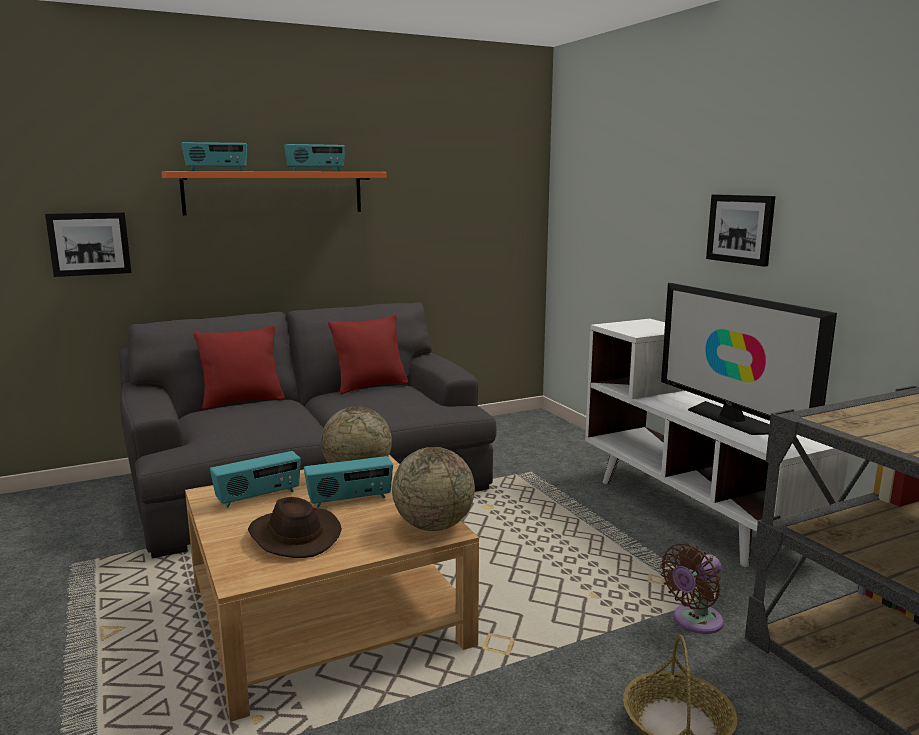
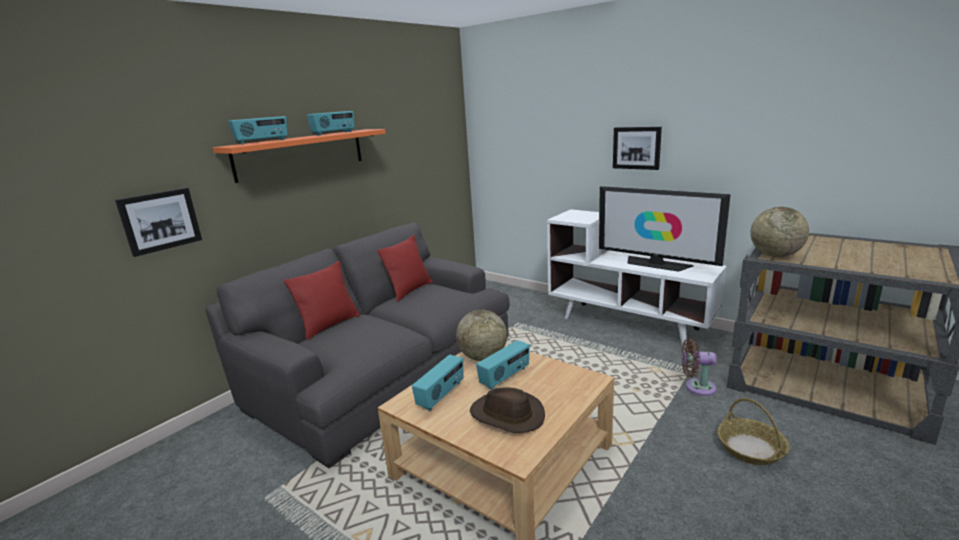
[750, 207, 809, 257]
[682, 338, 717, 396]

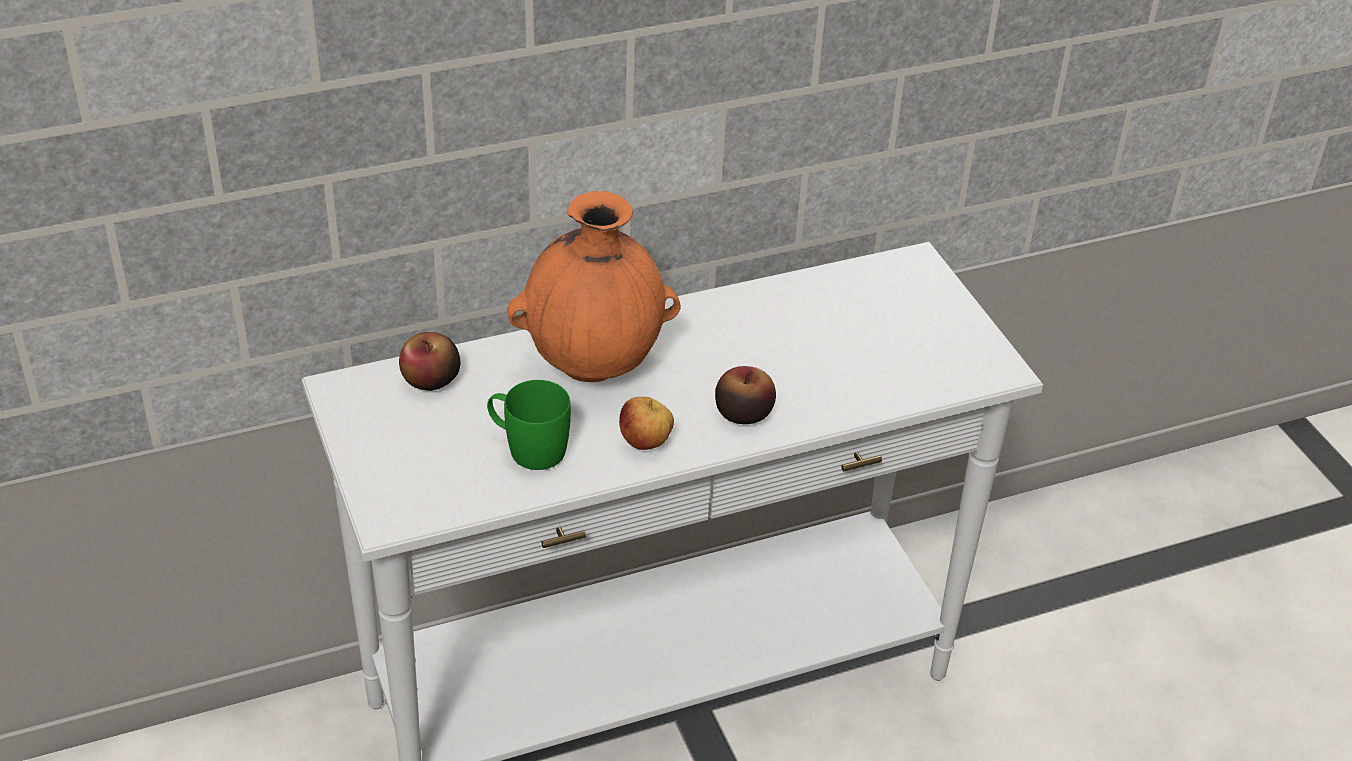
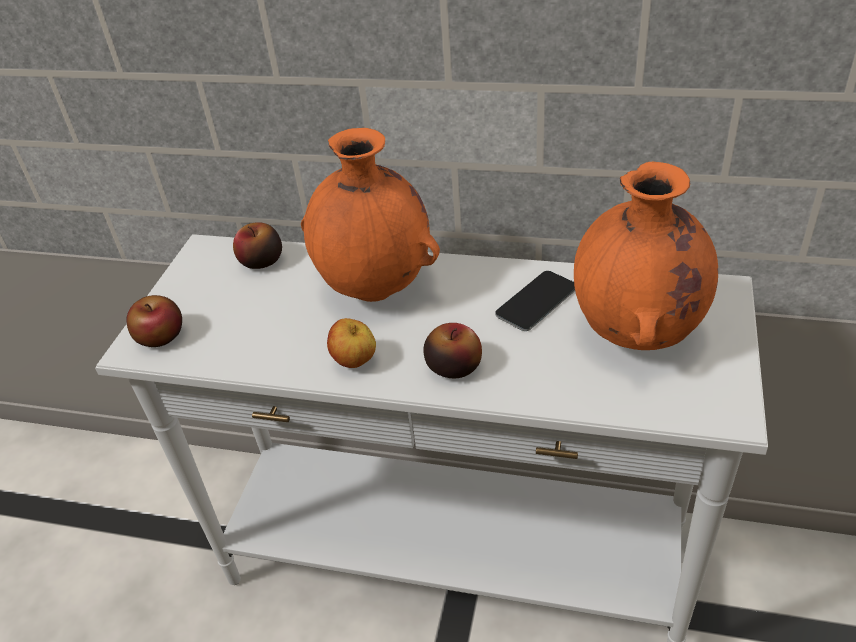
[487, 380, 571, 470] (first image)
[126, 295, 182, 347]
[495, 271, 575, 331]
[574, 162, 718, 350]

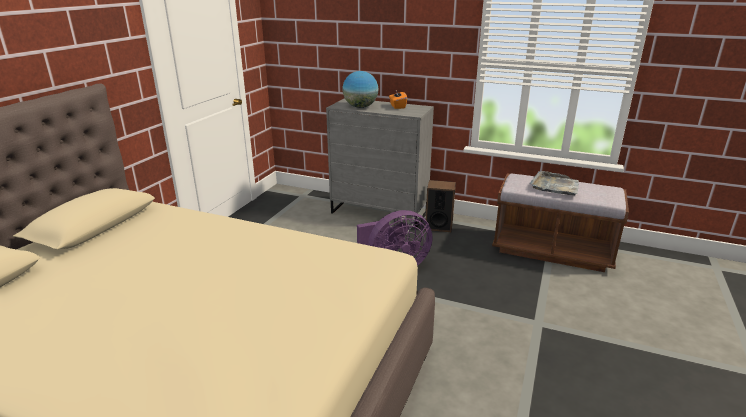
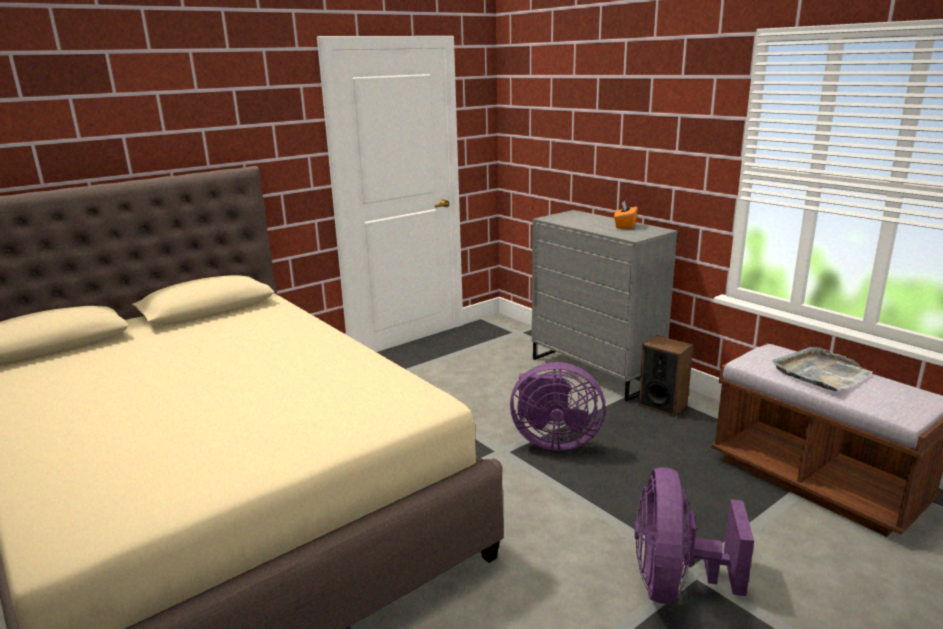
[343, 71, 378, 108] (first image)
[634, 467, 754, 604]

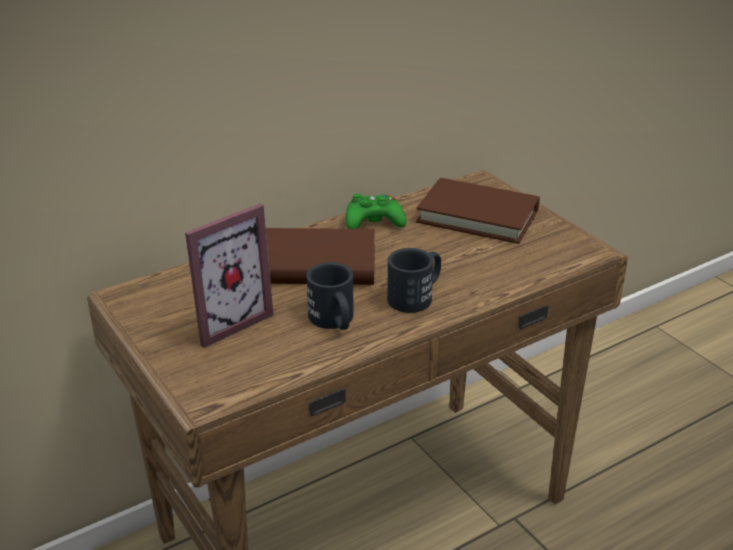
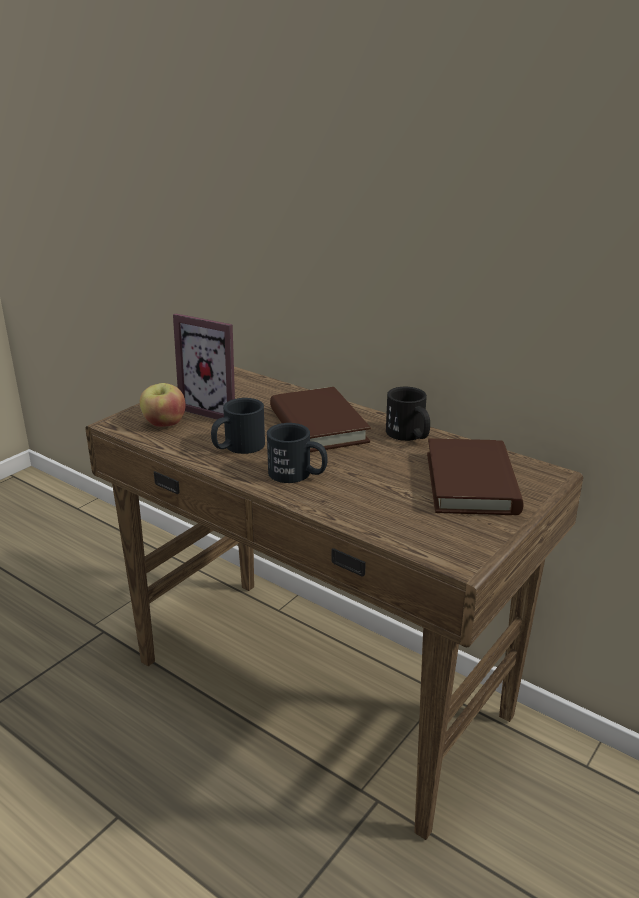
[140, 383, 186, 427]
[386, 387, 430, 441]

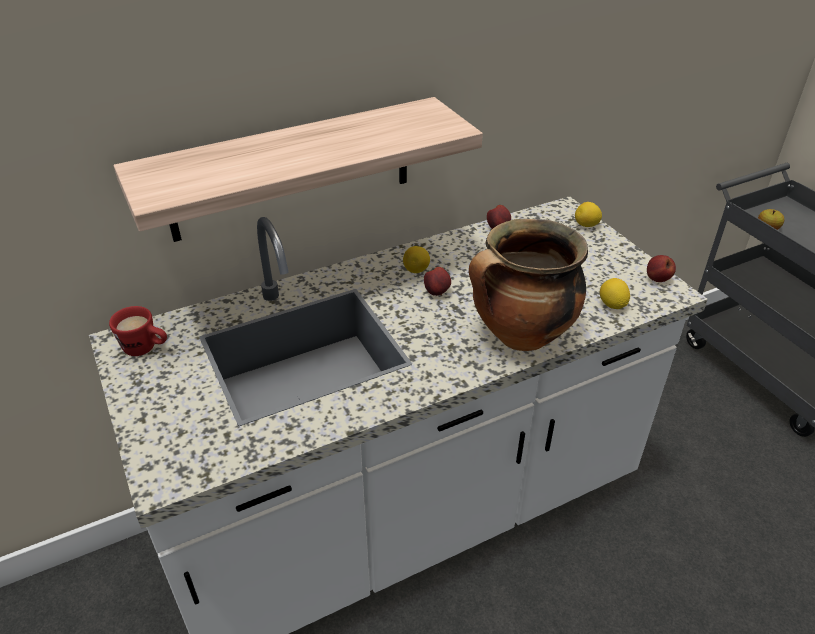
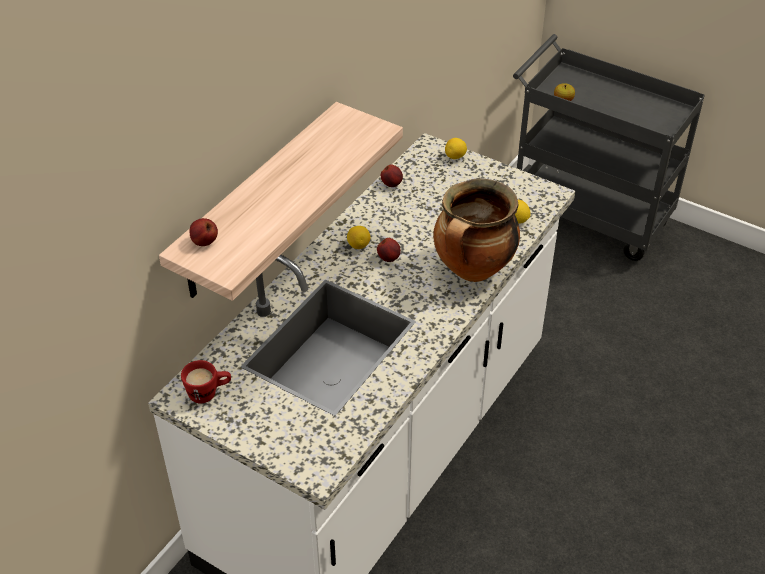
[189, 218, 218, 246]

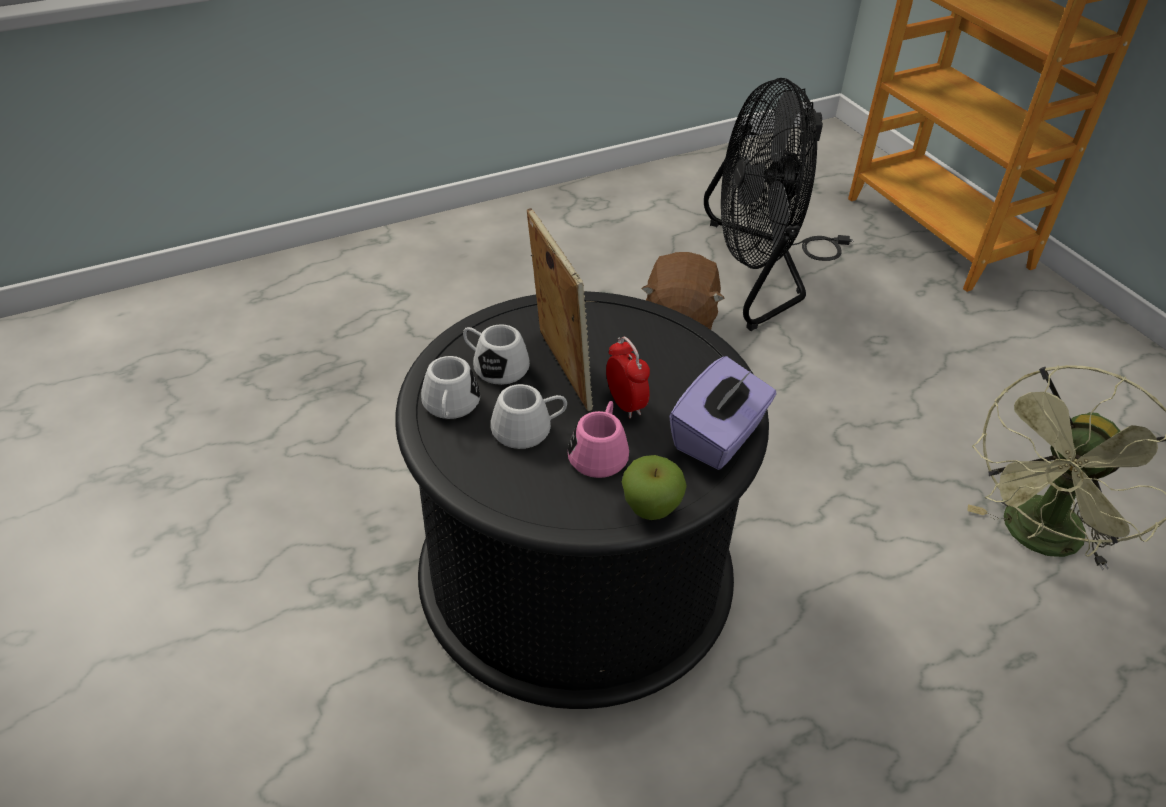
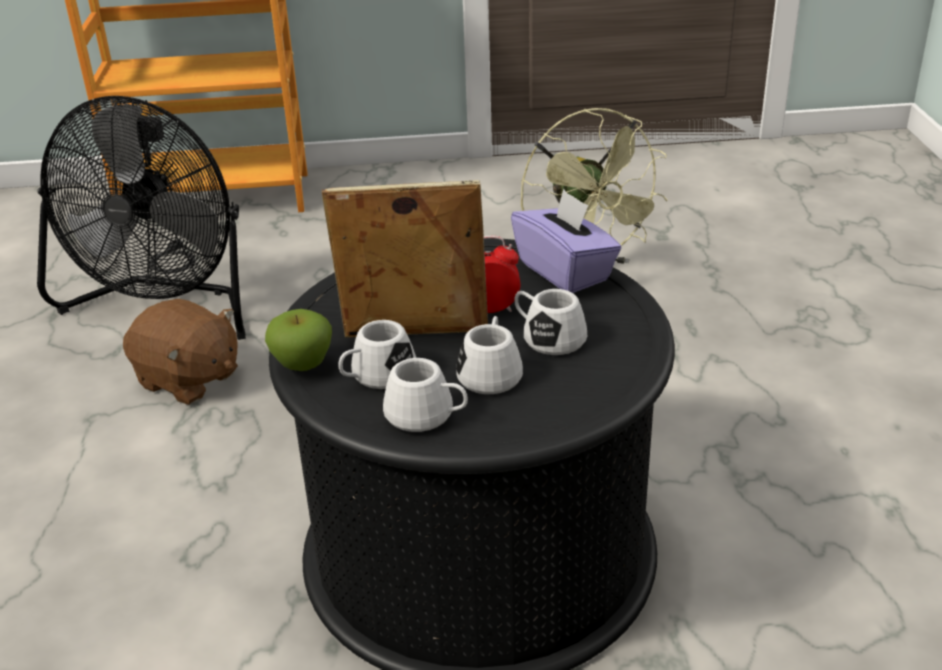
[265, 309, 332, 371]
[514, 289, 587, 355]

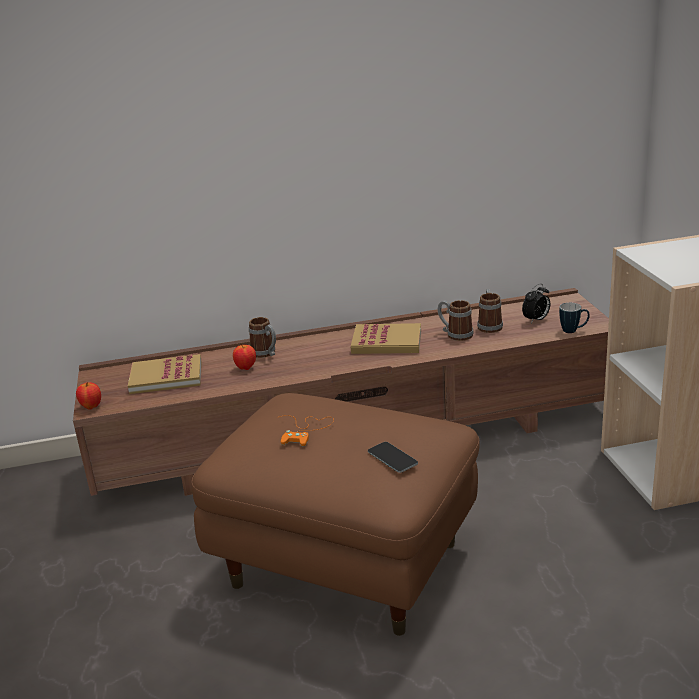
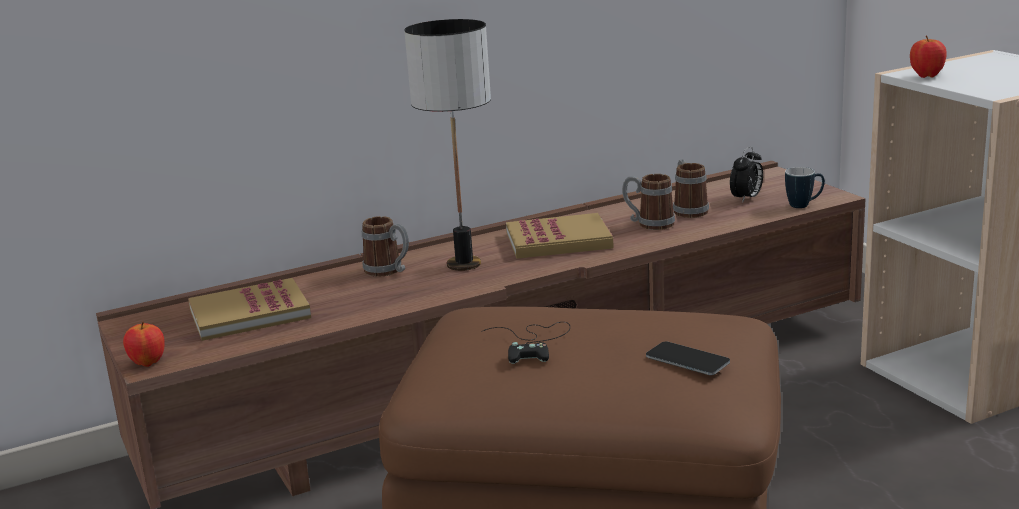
[404, 19, 491, 271]
[910, 35, 947, 78]
[481, 322, 570, 364]

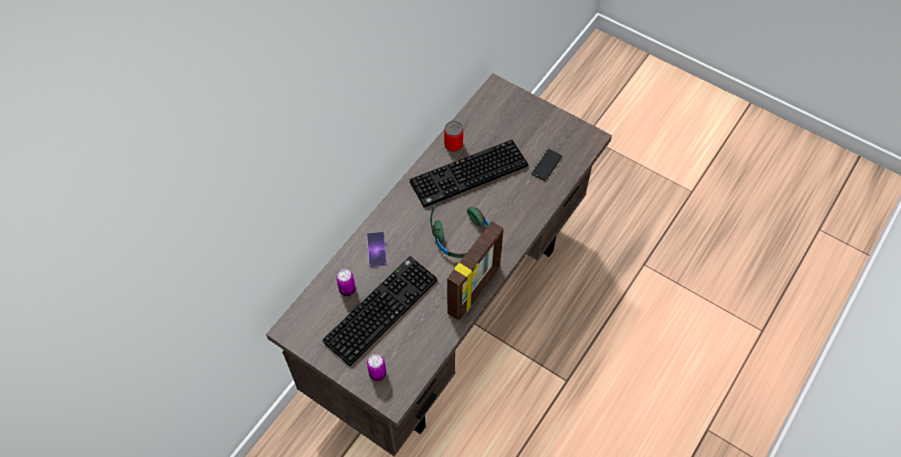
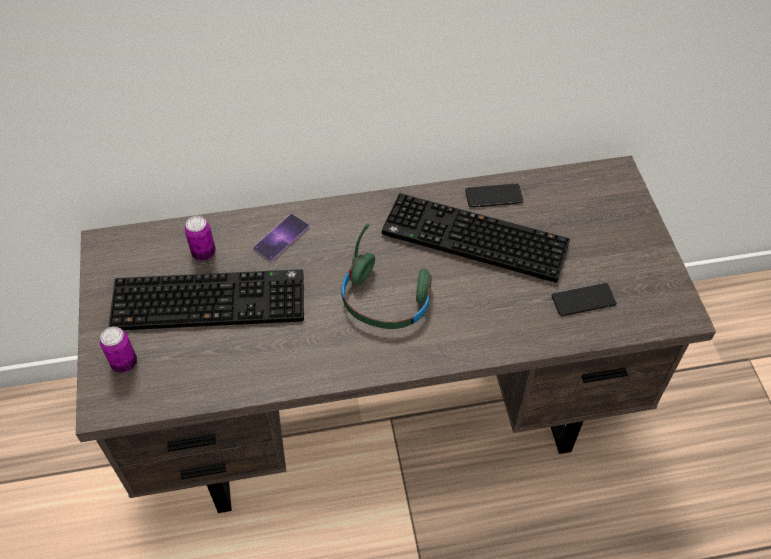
[447, 221, 504, 320] (first image)
[465, 184, 523, 208]

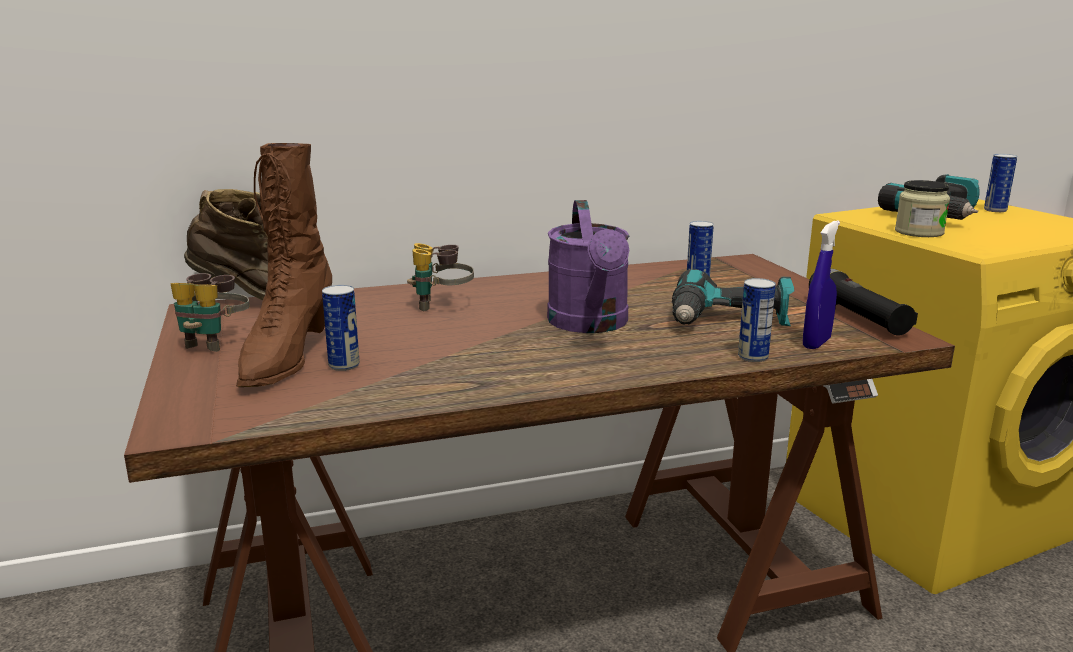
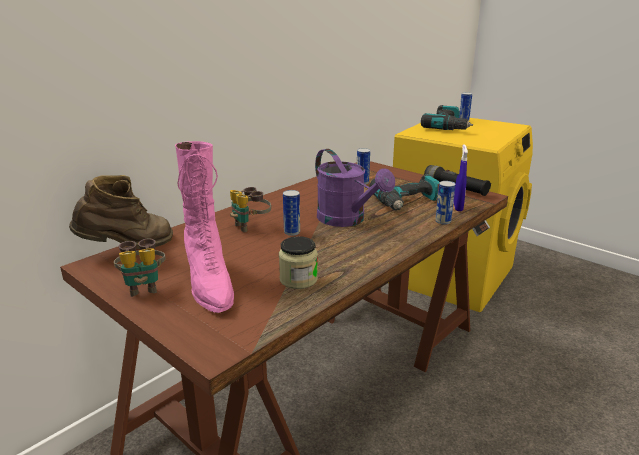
[283, 190, 300, 236]
[279, 236, 318, 289]
[175, 141, 234, 313]

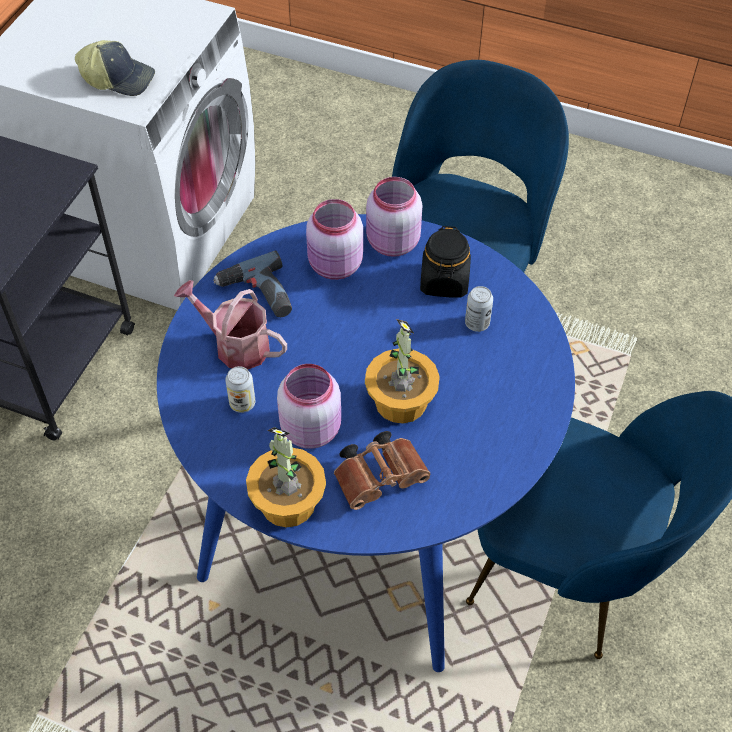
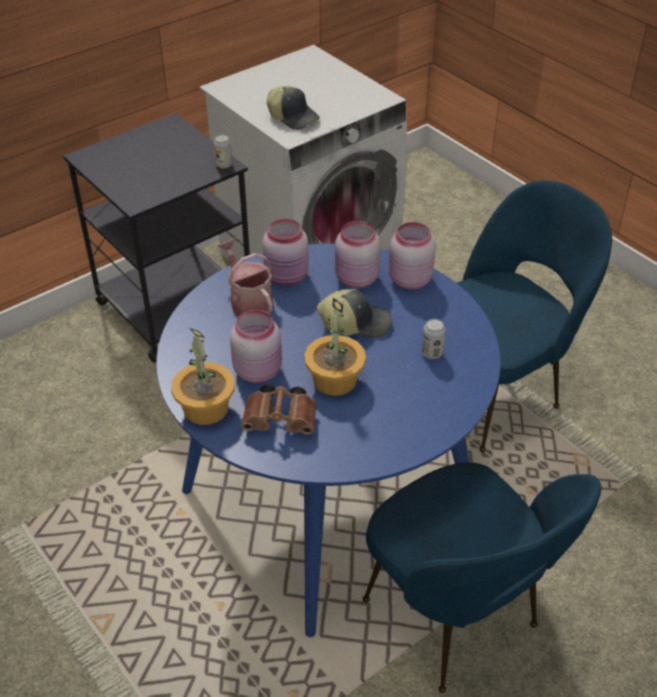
[420, 226, 471, 298] (first image)
[317, 289, 392, 338]
[214, 135, 232, 169]
[262, 219, 309, 286]

